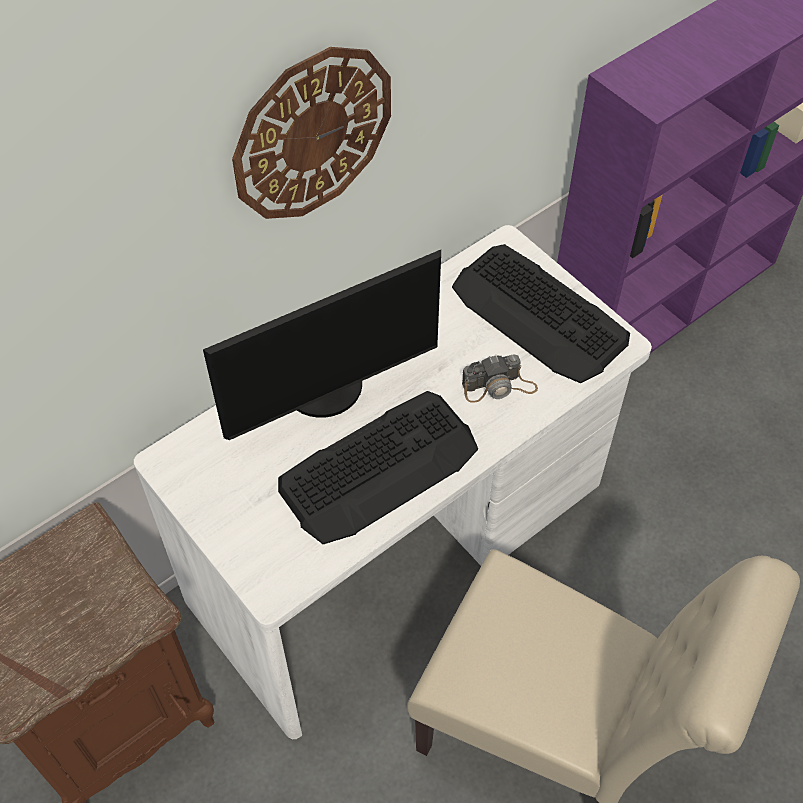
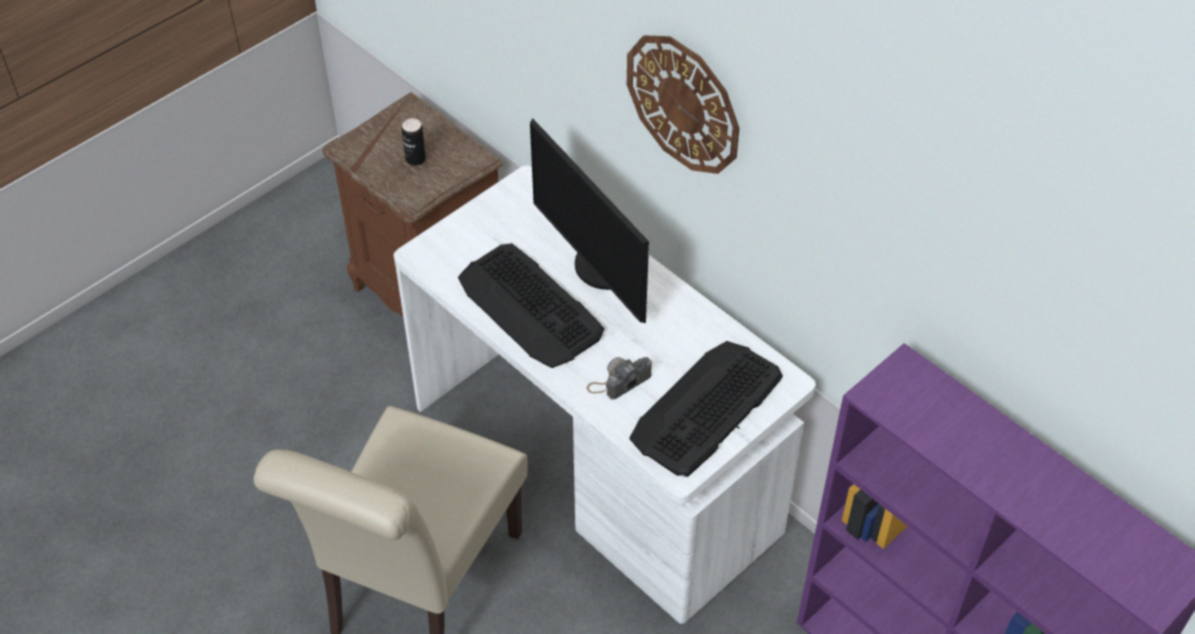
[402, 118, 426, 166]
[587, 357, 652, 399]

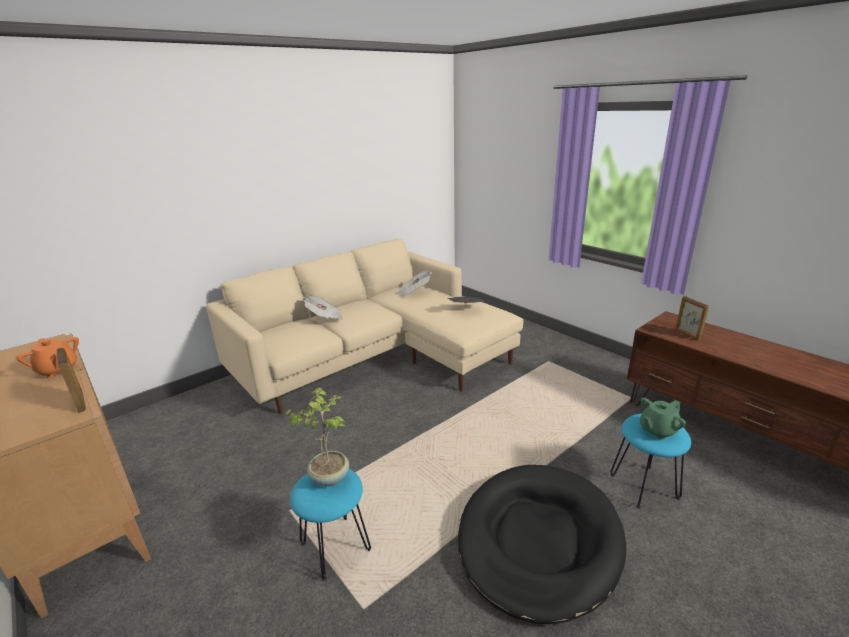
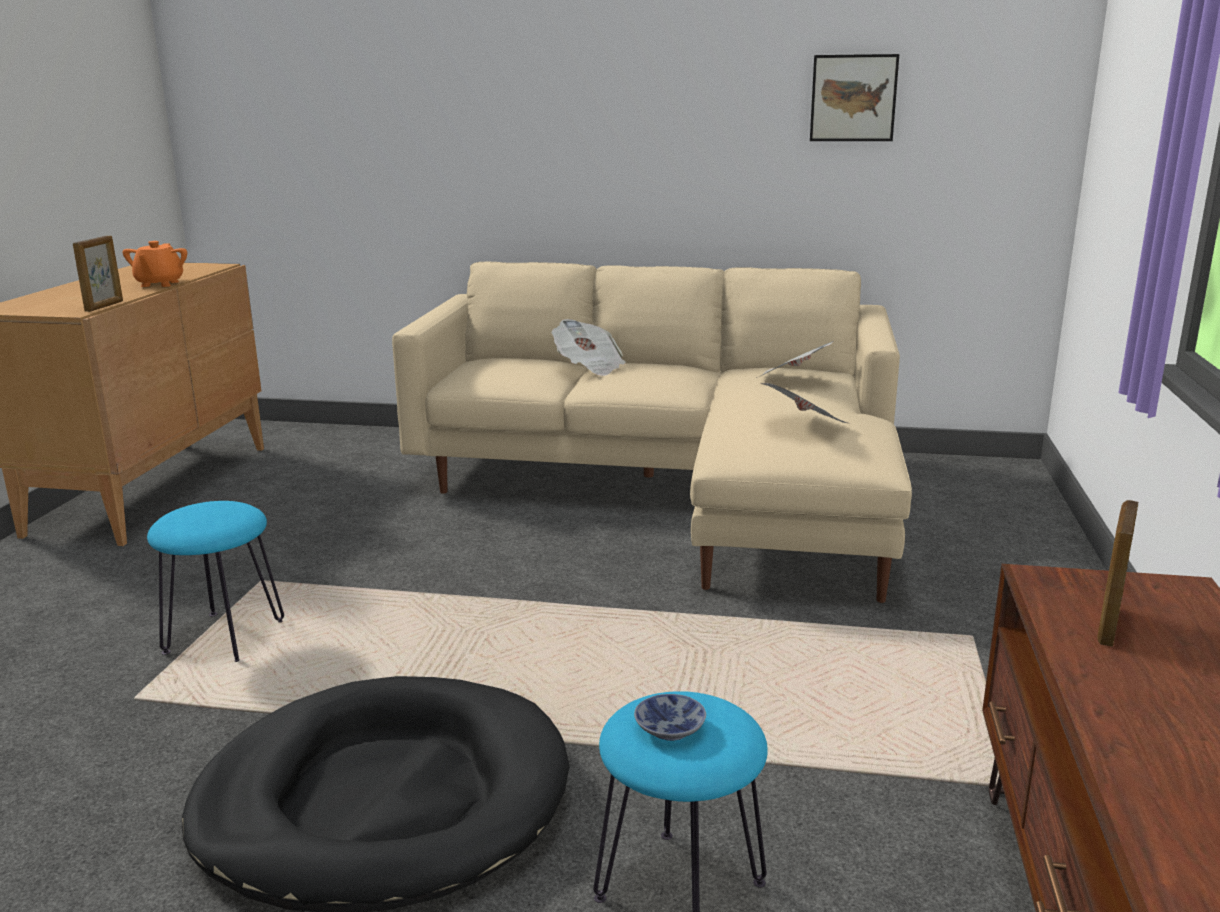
[285, 388, 349, 486] (first image)
[810, 54, 899, 141]
[634, 694, 706, 741]

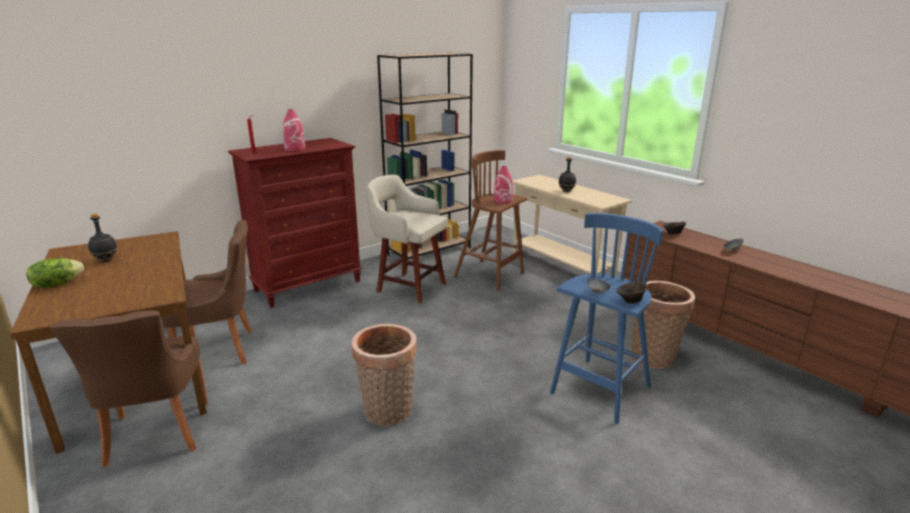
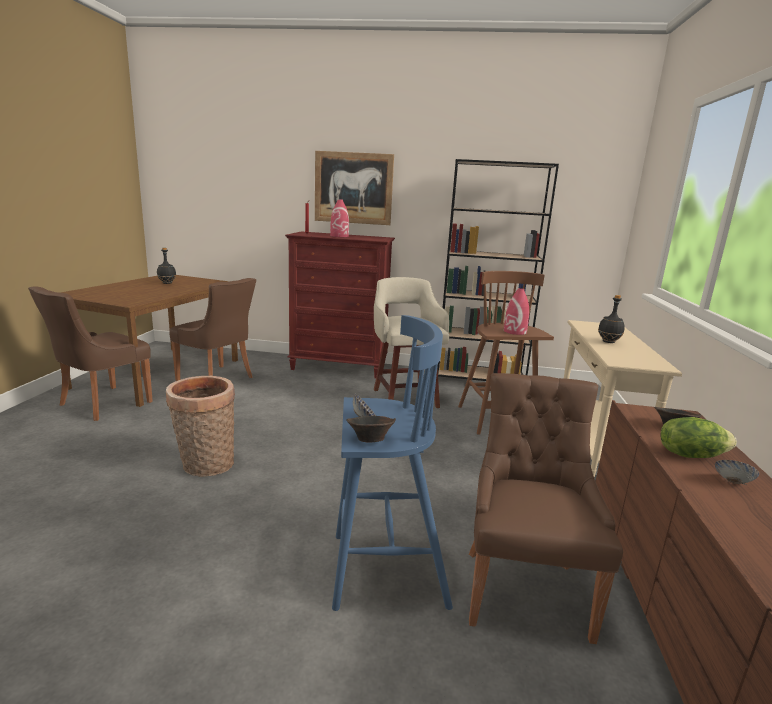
[315, 151, 394, 225]
[661, 417, 737, 458]
[469, 373, 623, 644]

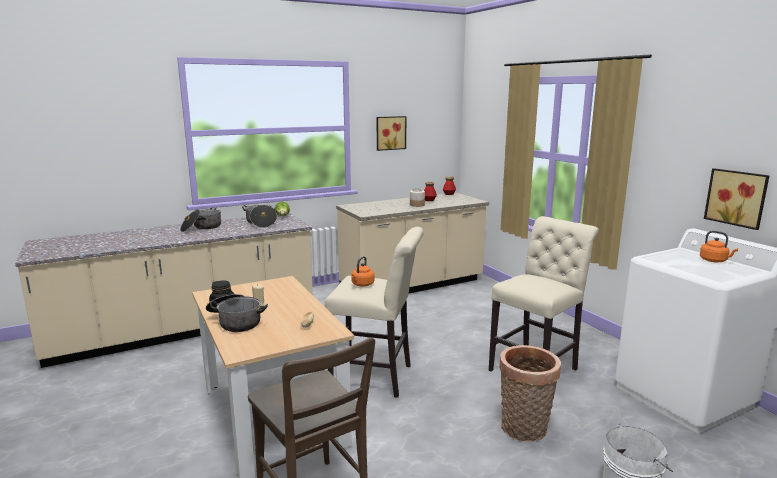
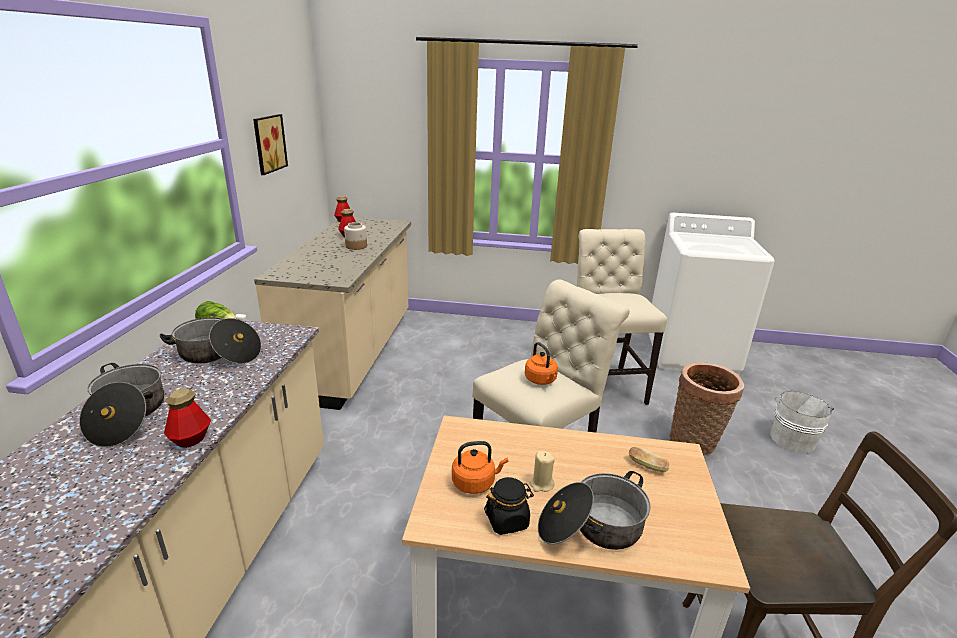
[704, 168, 770, 230] (first image)
[164, 388, 211, 448]
[452, 441, 508, 494]

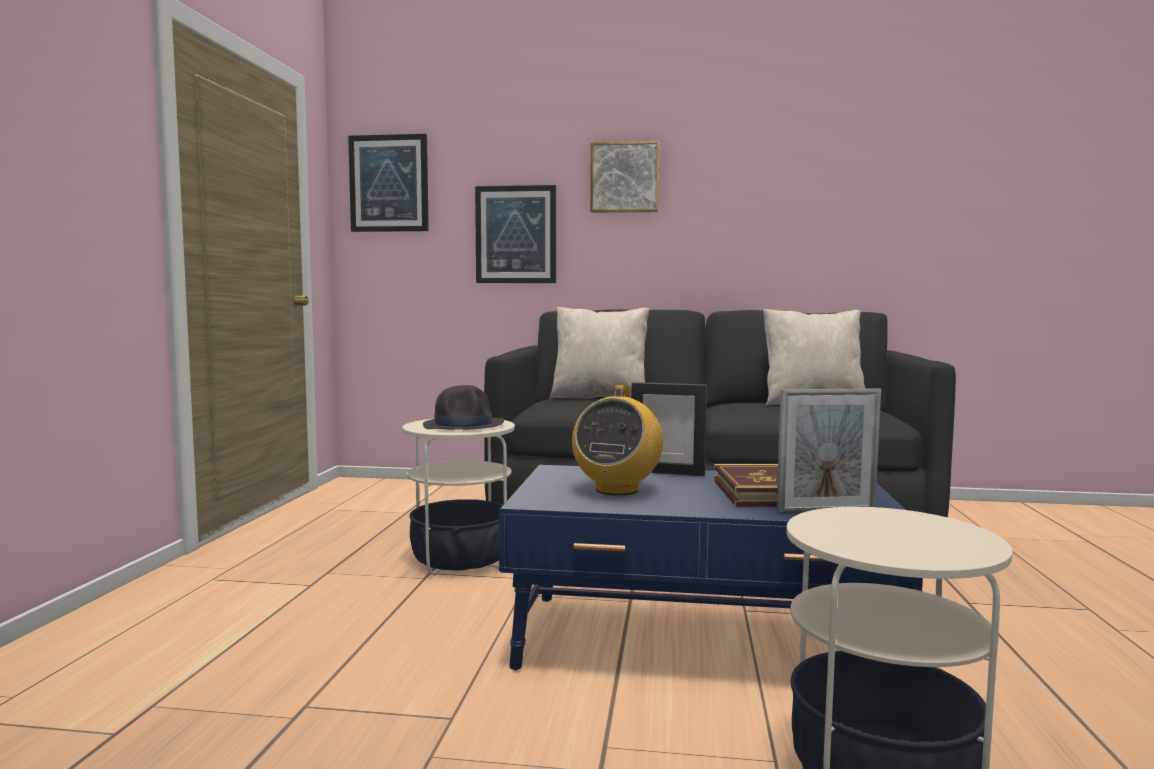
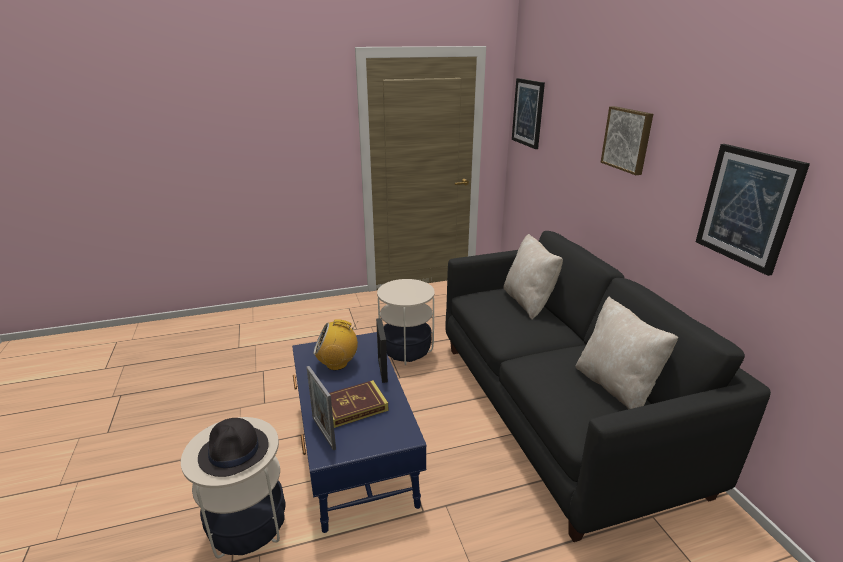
[198, 418, 269, 477]
[696, 144, 810, 276]

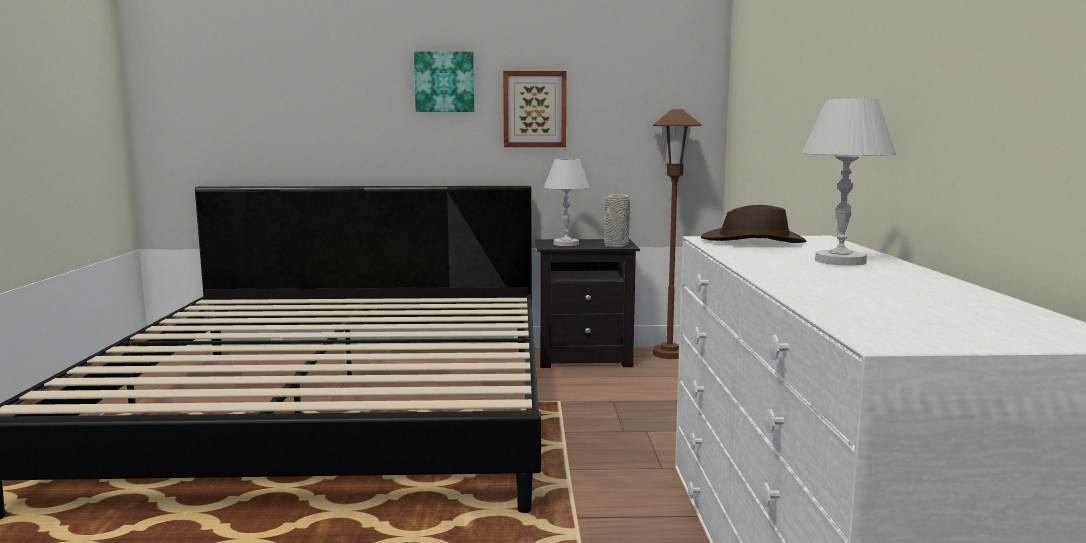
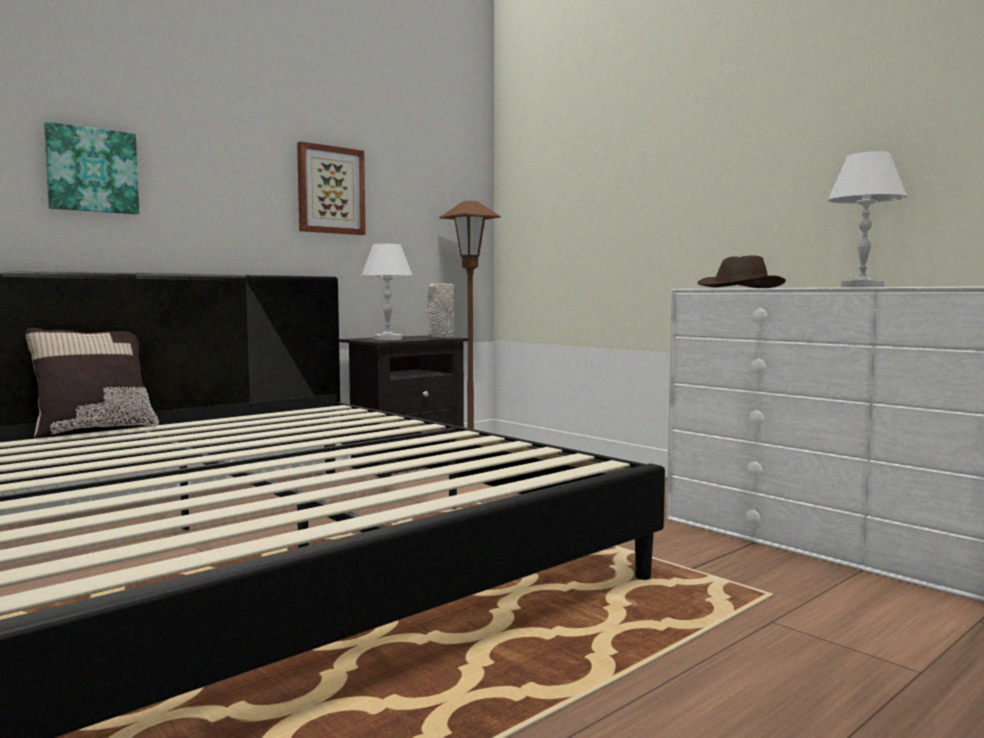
[25, 328, 159, 438]
[44, 122, 139, 215]

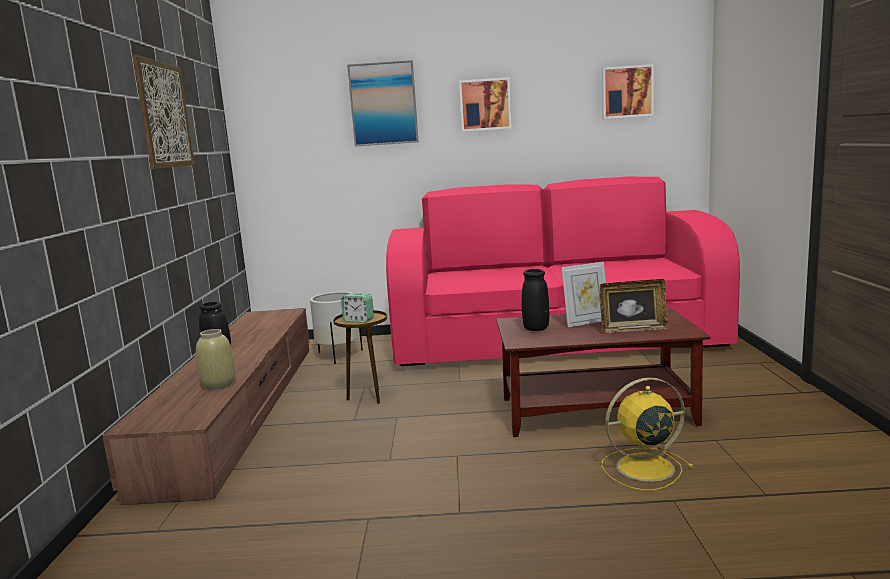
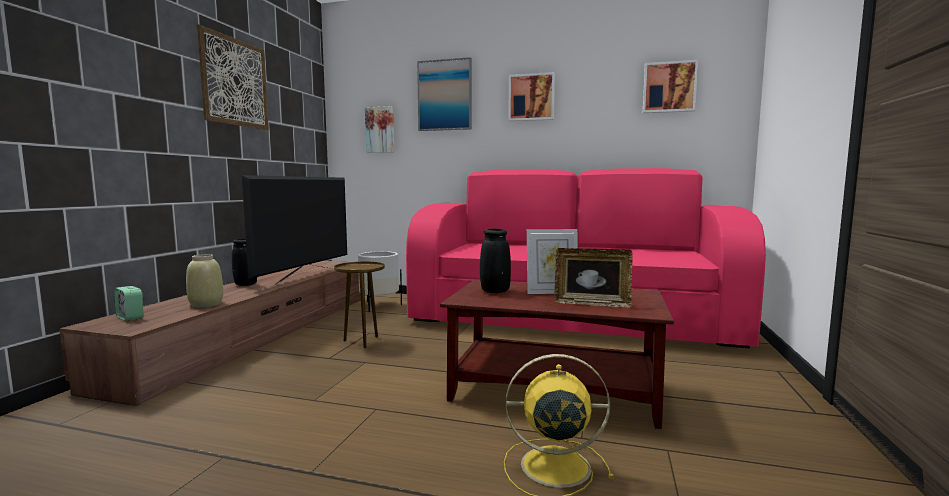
[242, 175, 347, 286]
[365, 106, 394, 153]
[114, 286, 144, 321]

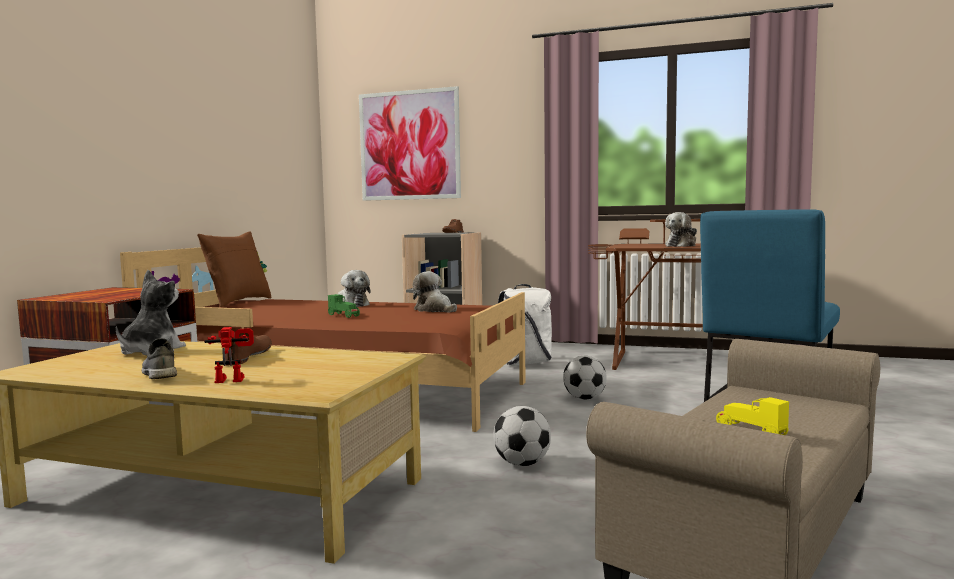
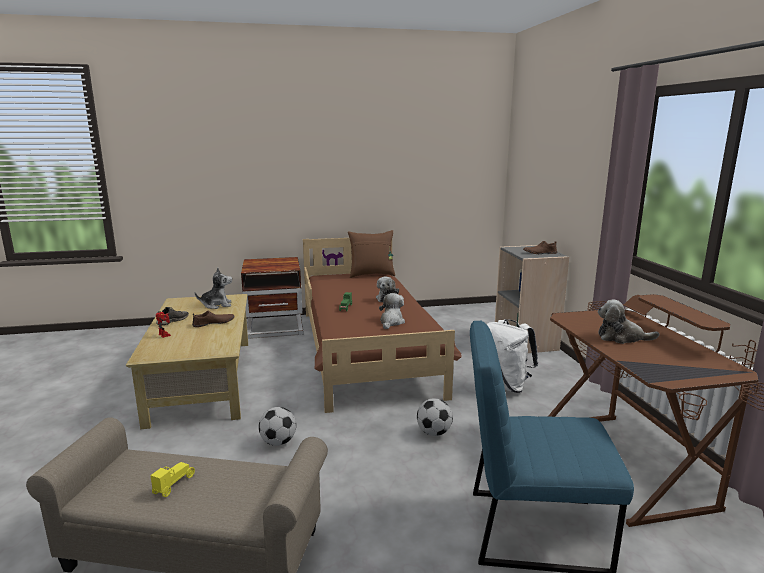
[359, 86, 461, 201] (first image)

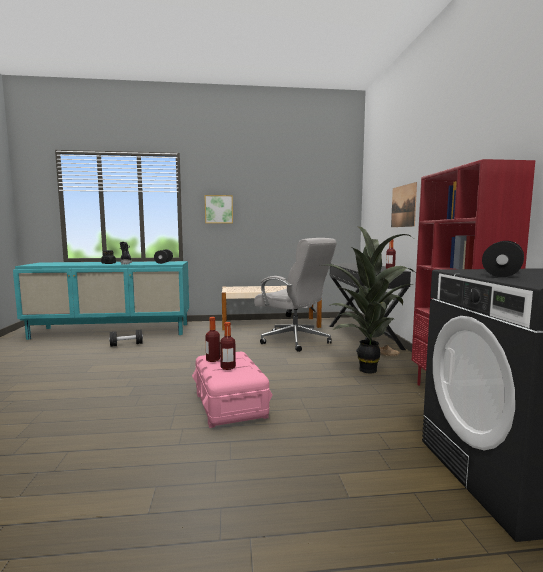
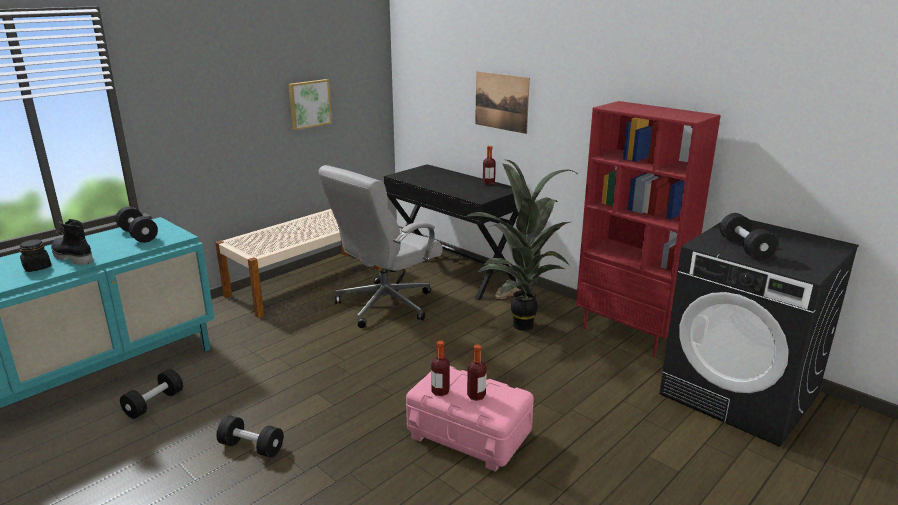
[216, 415, 283, 457]
[288, 79, 332, 130]
[318, 165, 443, 328]

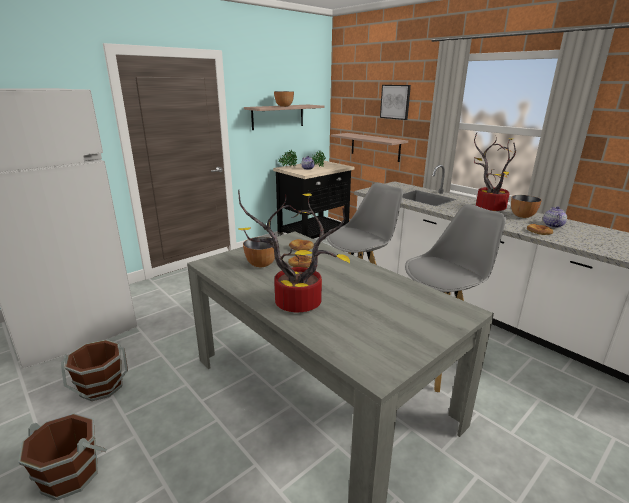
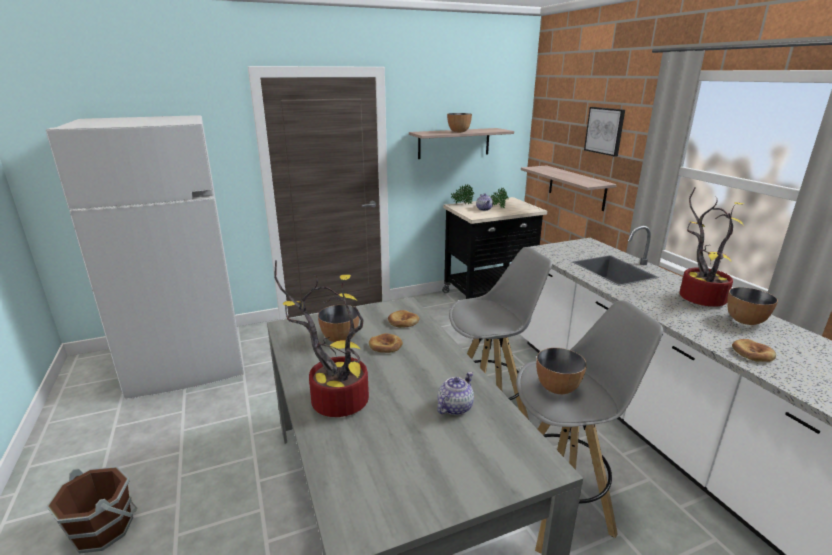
[61, 340, 128, 401] (first image)
[536, 348, 587, 394]
[437, 372, 474, 415]

